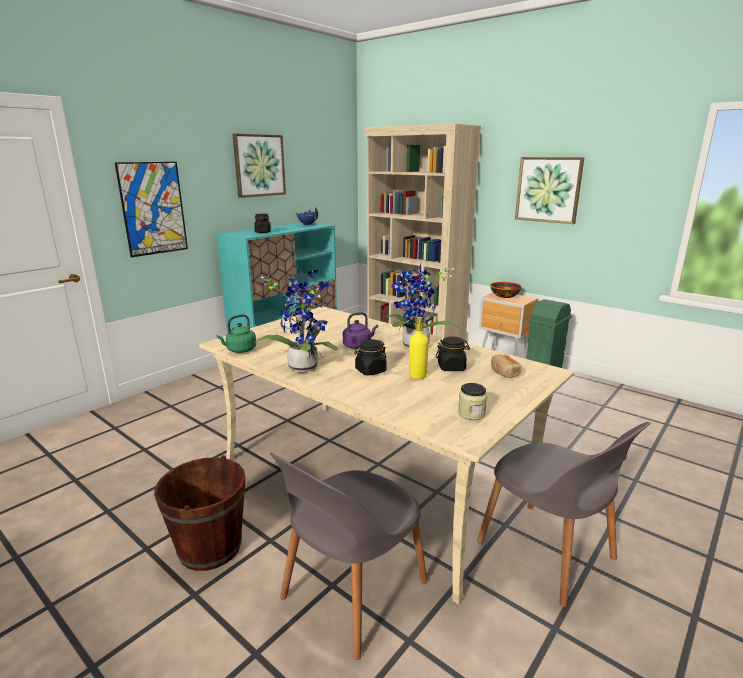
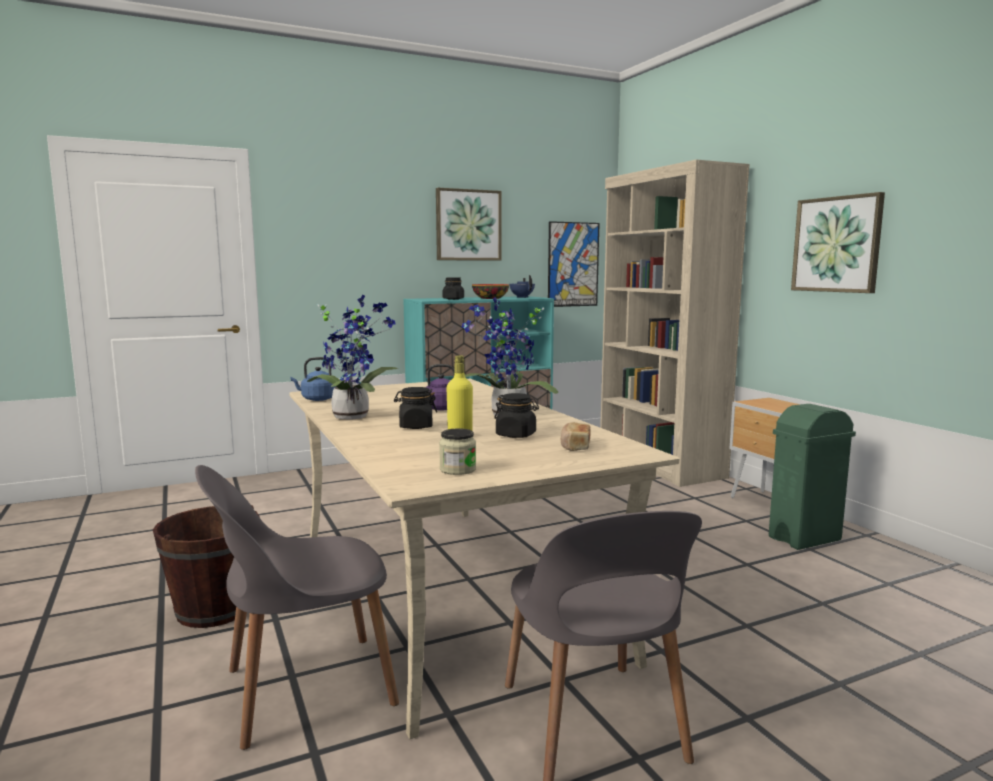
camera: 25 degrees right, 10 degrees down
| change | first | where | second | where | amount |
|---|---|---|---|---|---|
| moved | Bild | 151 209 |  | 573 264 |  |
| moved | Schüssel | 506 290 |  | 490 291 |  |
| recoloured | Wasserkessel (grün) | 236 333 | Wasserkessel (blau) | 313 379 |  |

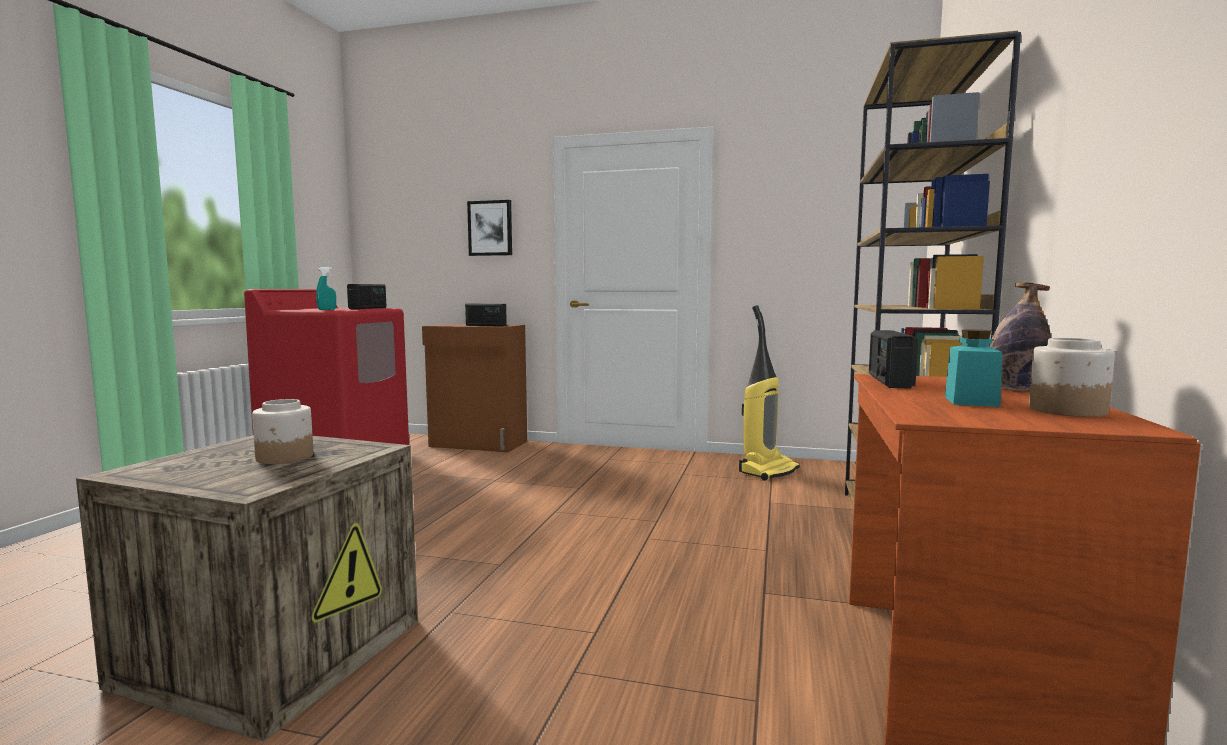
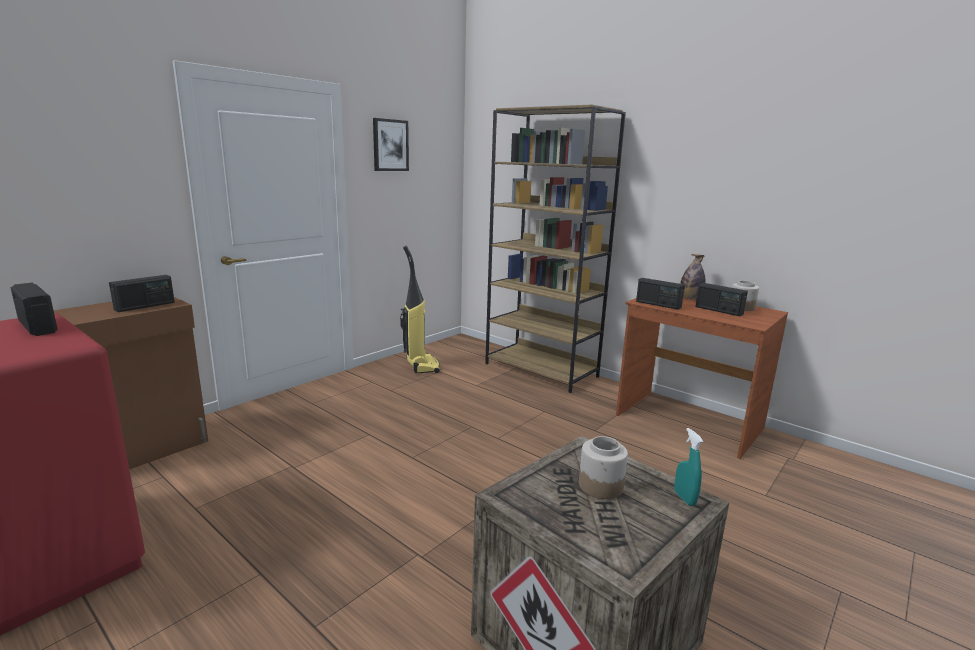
camera: 65 degrees left, 10 degrees up
| change | first | where | second | where | amount |
|---|---|---|---|---|---|
| moved | Bild | 489 228 |  | 391 144 |  |
| moved | Sprühflasche (türkis) | 326 288 |  | 688 467 |  |
| replaced | Vorratsglas (türkis) | 973 368 | Radio | 721 299 |  |

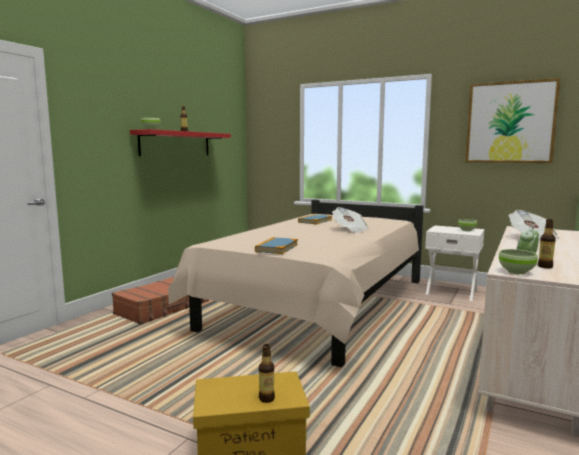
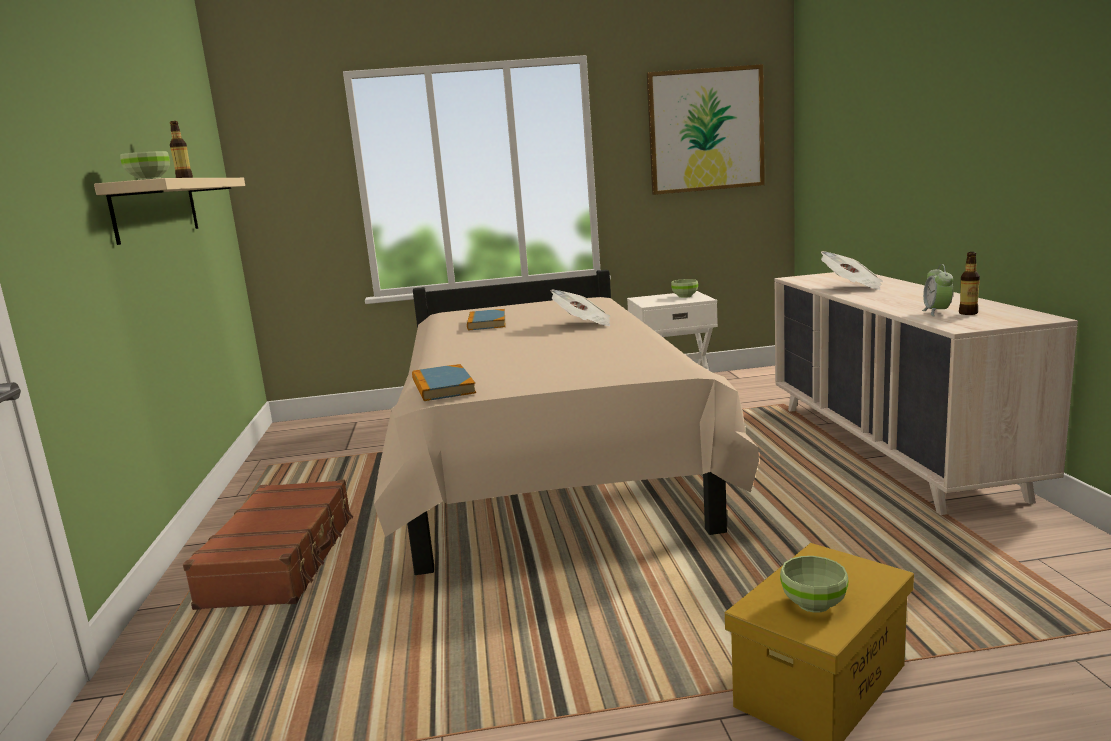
camera: 35 degrees left, 5 degrees up
| change | first | where | second | where | amount |
|---|---|---|---|---|---|
| recoloured | Wandregal (rot) | 180 142 | Wandregal (beige) | 169 211 |  |
| moved | Buch | 276 245 |  | 444 382 |  |
| moved | Schüssel (grün) | 518 262 |  | 814 584 |  |
| removed | Flasche | 267 373 |  |  |  |

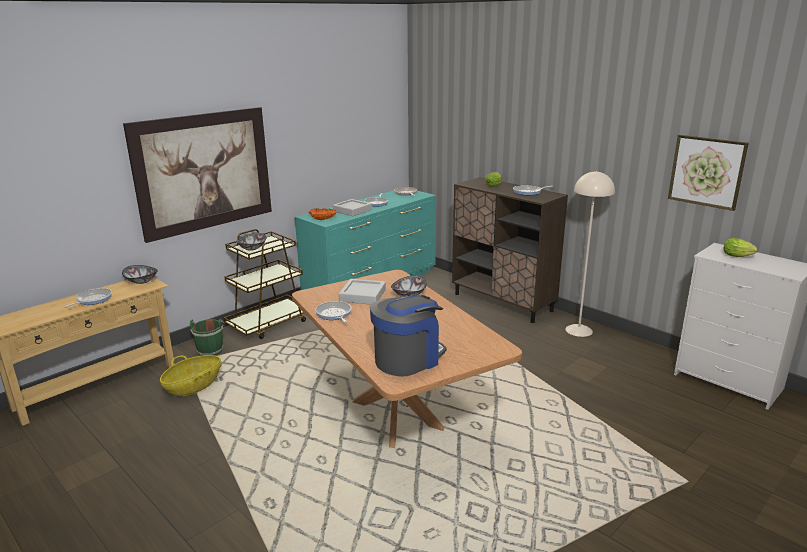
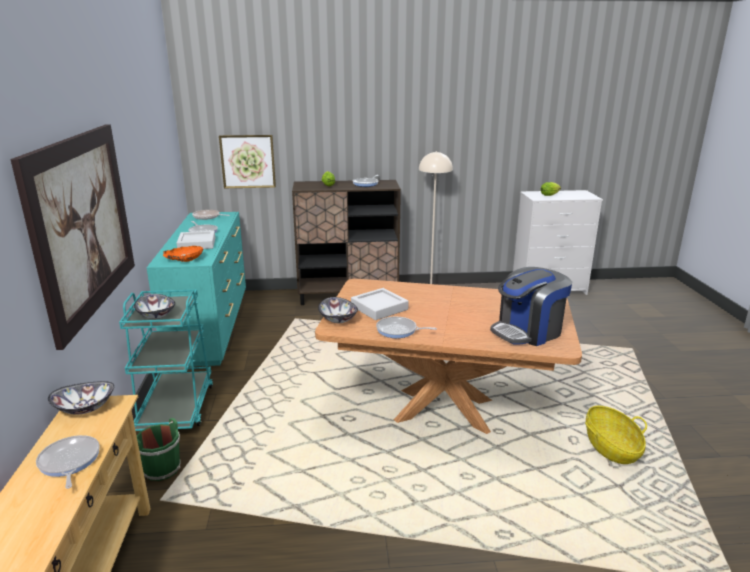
camera: 50 degrees left, 0 degrees up
| change | first | where | second | where | amount |
|---|---|---|---|---|---|
| moved | Bild | 708 173 |  | 247 161 |  |
| recoloured | Rollwagen (braun) | 265 284 | Rollwagen (türkis) | 166 360 |  |
| moved | Schüssel | 409 286 |  | 338 310 |  |
| turned | Kaffeemaschine | 408 336 |  | 531 306 | 120 degrees counterclockwise |
| moved | Korb | 190 375 |  | 616 435 |  |

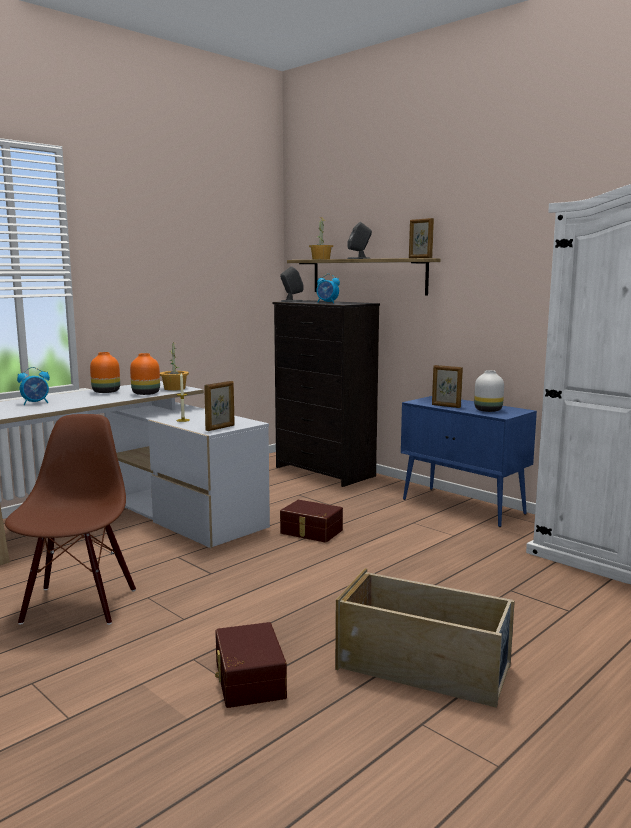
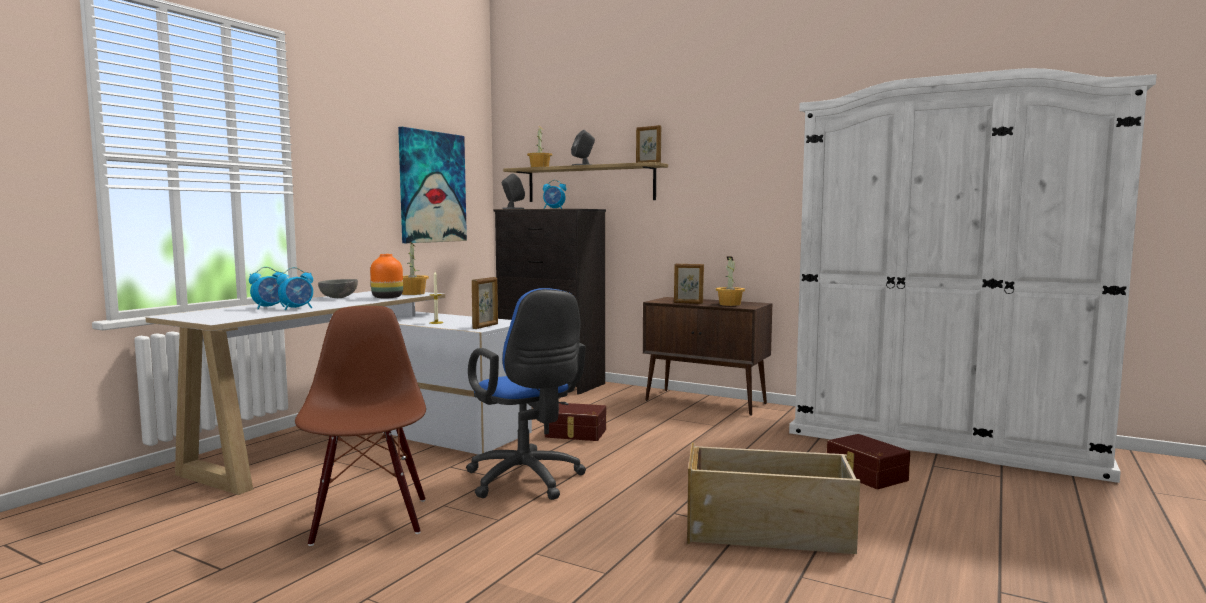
camera: 15 degrees left, 5 degrees down
| change | first | where | second | where | amount |
|---|---|---|---|---|---|
| replaced | Vase (orange) | 105 372 | Schüssel (grau) | 338 288 |  |
| replaced | Vase (weiß) | 489 391 | Topfpflanze | 730 281 |  |
| recoloured | Schrank (blau) | 469 461 | Schrank (braun) | 707 356 |  |
| moved | Aufbewahrungsbox (braun) | 251 665 |  | 868 461 |  |
| added |  |  | Bild | 432 185 |  |
| added |  |  | Wecker | 294 288 |  |
| added |  |  | Bürostuhl (blau) | 526 394 |  |

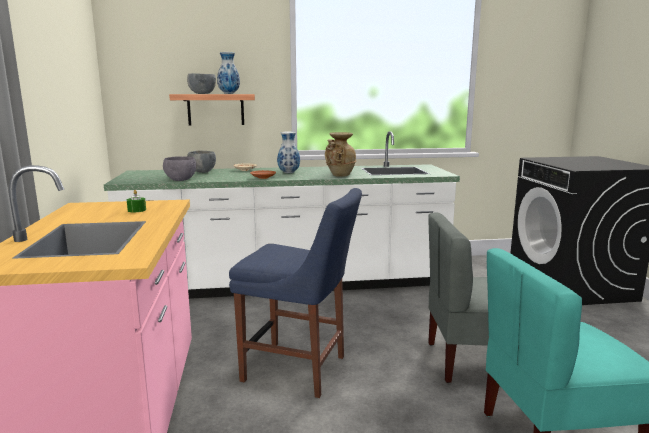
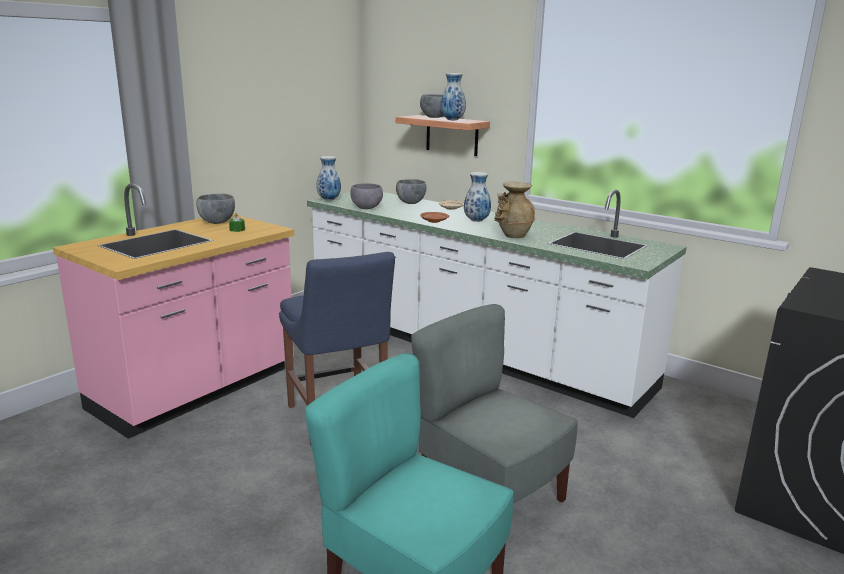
camera: 45 degrees right, 5 degrees up
| change | first | where | second | where | amount |
|---|---|---|---|---|---|
| added |  |  | Vase | 328 178 |  |
| added |  |  | Schüssel (grau) | 215 209 |  |

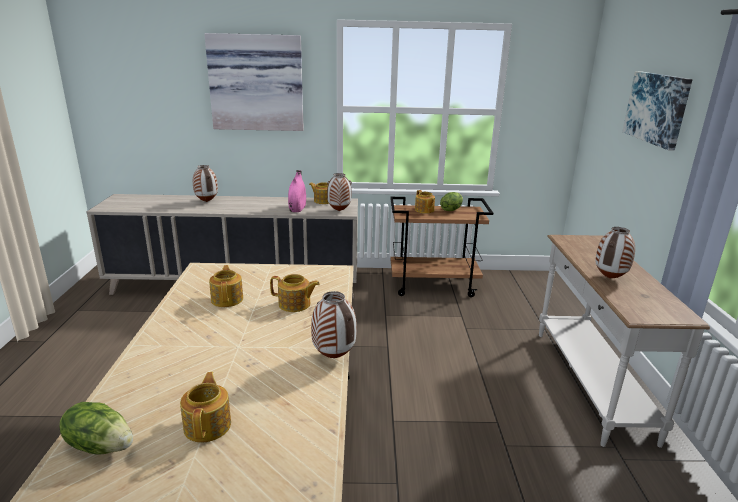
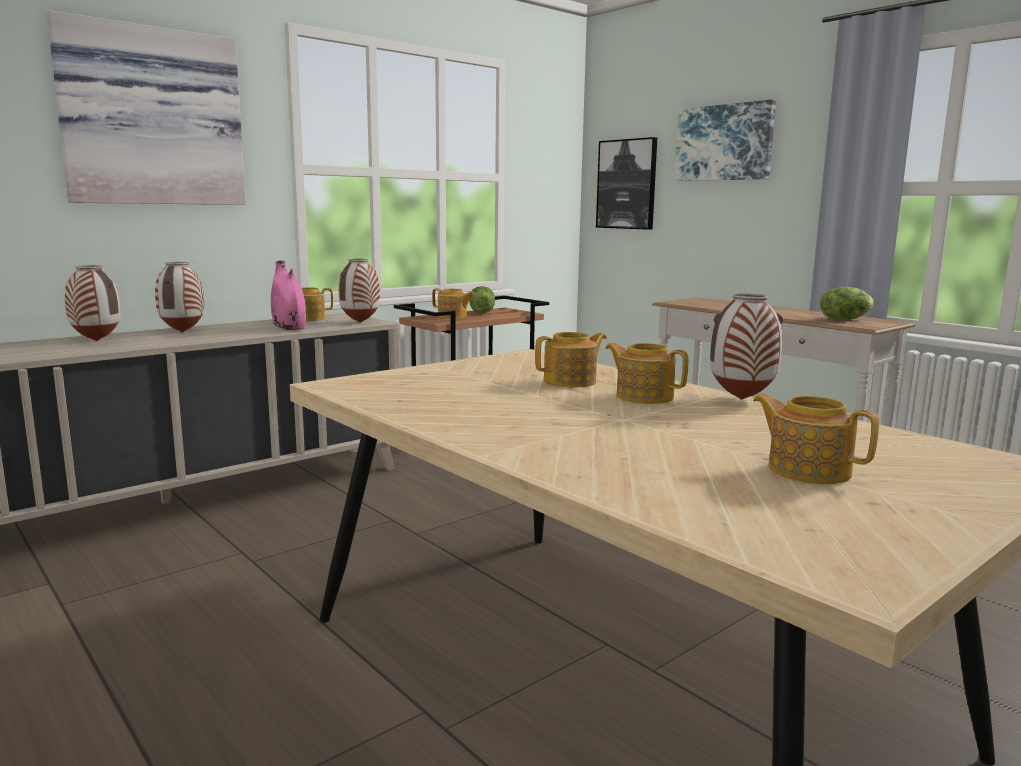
camera: 40 degrees left, 10 degrees down
| change | first | where | second | where | amount |
|---|---|---|---|---|---|
| moved | Vase | 615 253 |  | 179 297 |  |
| moved | Teekanne | 226 286 |  | 647 373 |  |
| moved | Salatkopf | 96 428 |  | 847 303 |  |
| added |  |  | Bild | 626 183 |  |

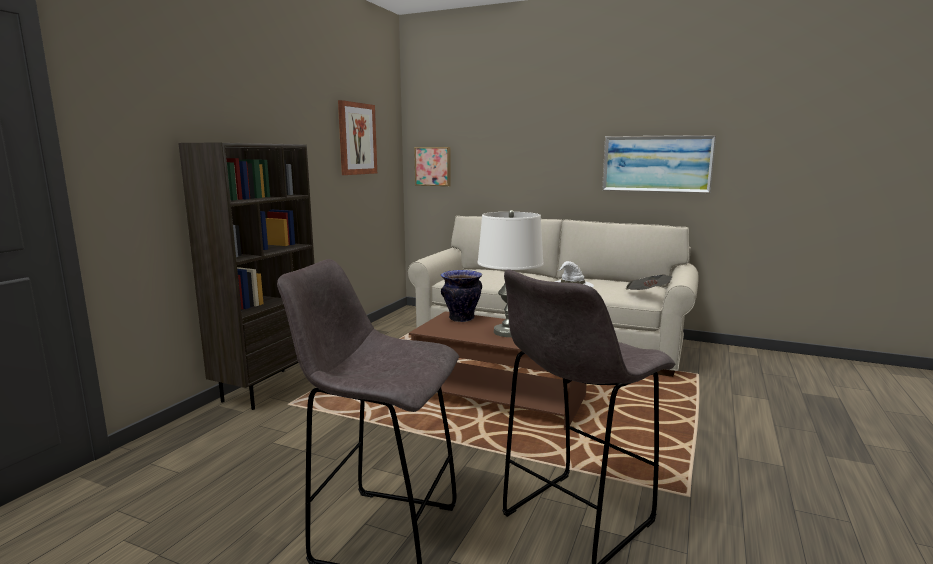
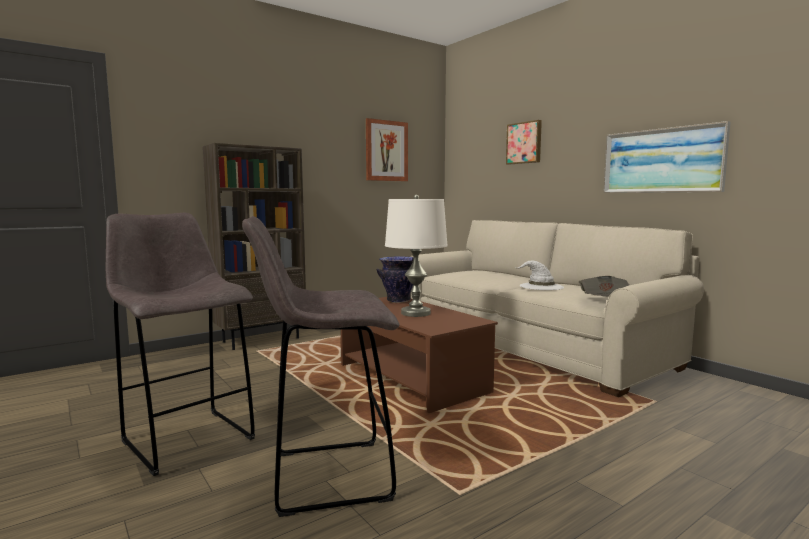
camera: 30 degrees right, 5 degrees down
| change | first | where | second | where | amount |
|---|---|---|---|---|---|
| moved | Bild | 432 166 |  | 524 142 |  |

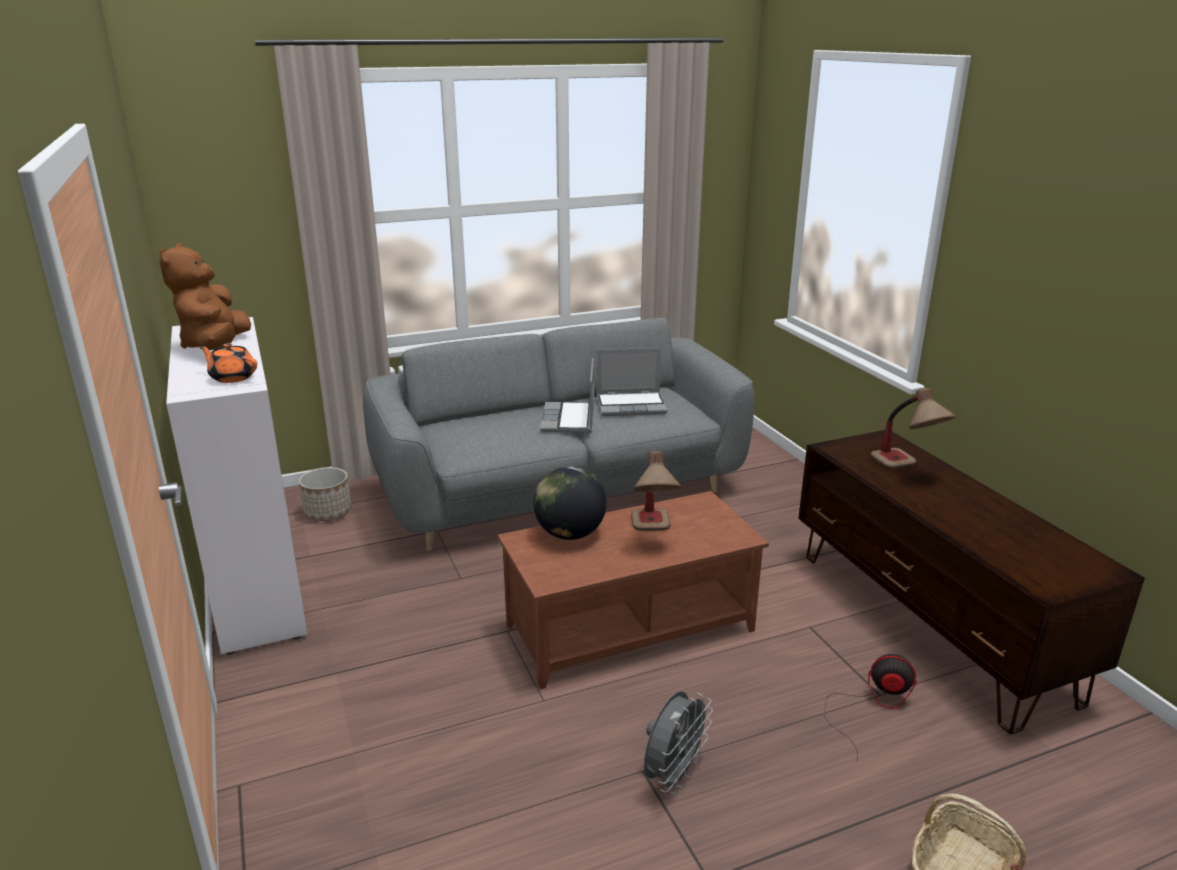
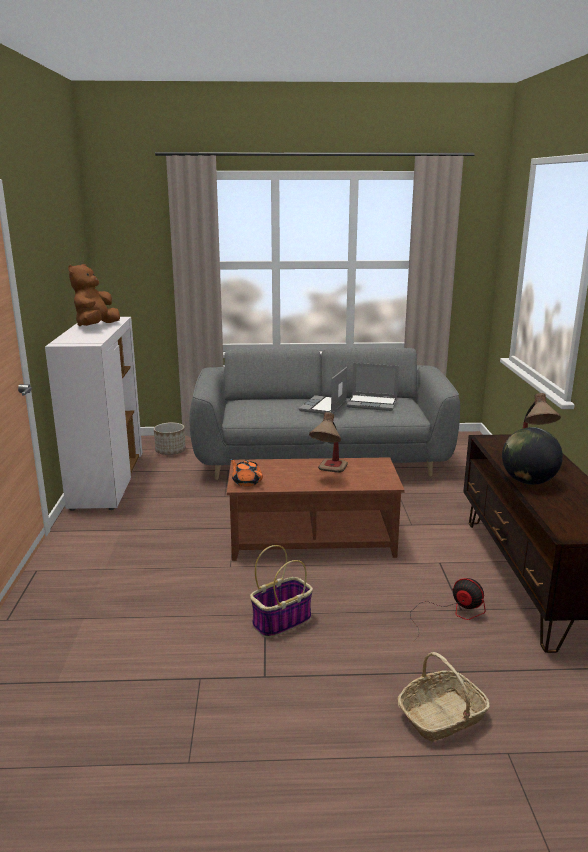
camera: 20 degrees right, 5 degrees down
| change | first | where | second | where | amount |
|---|---|---|---|---|---|
| moved | Teekanne (orange) | 228 363 |  | 246 472 |  |
| moved | Globus | 570 503 |  | 532 456 |  |
| replaced | Ventilator (grau) | 678 742 | Korb | 281 591 |  |

